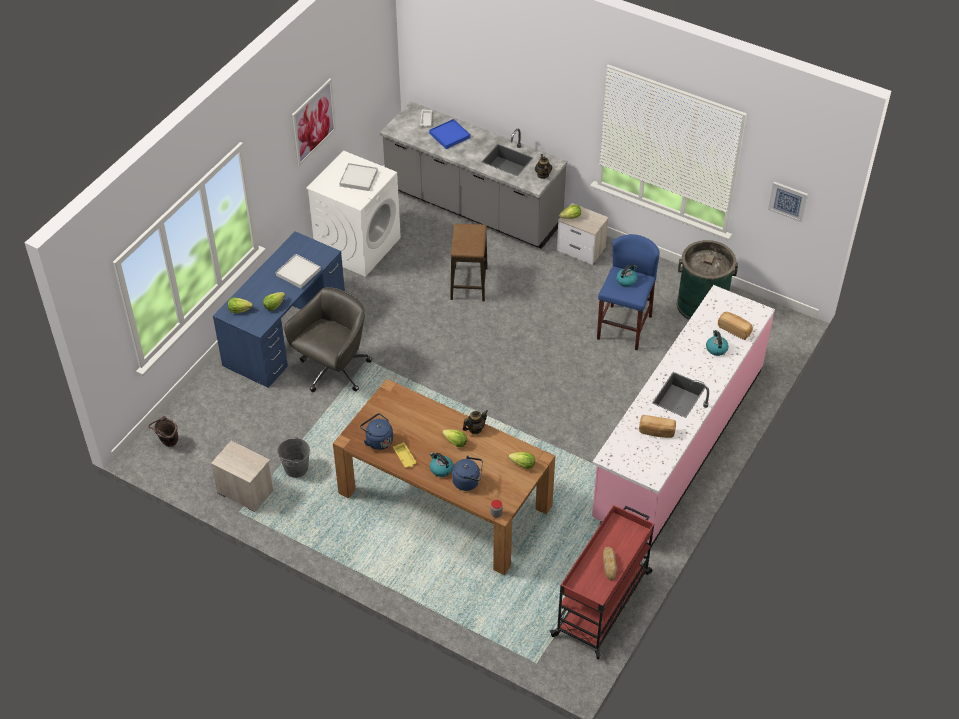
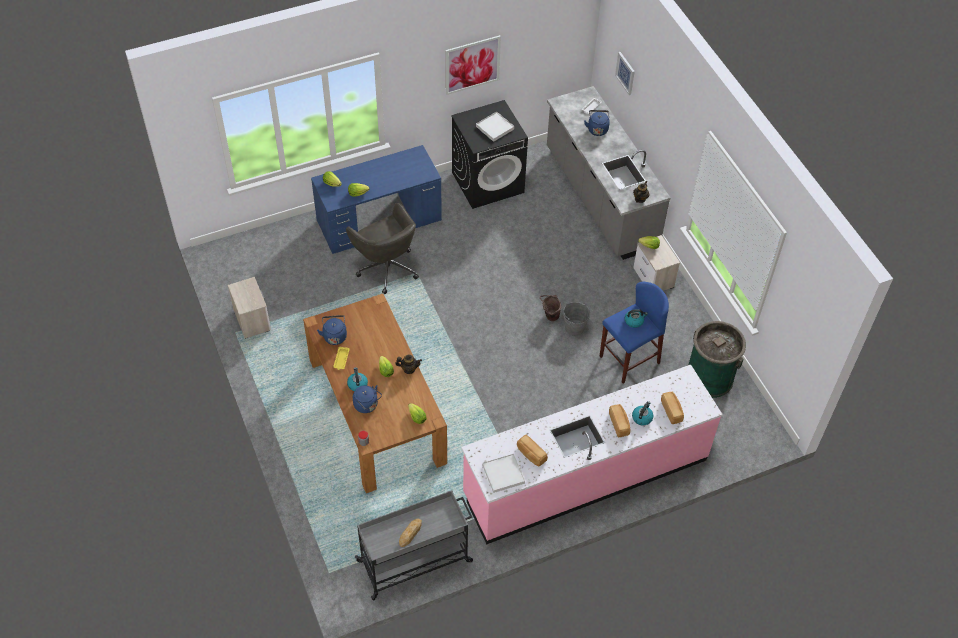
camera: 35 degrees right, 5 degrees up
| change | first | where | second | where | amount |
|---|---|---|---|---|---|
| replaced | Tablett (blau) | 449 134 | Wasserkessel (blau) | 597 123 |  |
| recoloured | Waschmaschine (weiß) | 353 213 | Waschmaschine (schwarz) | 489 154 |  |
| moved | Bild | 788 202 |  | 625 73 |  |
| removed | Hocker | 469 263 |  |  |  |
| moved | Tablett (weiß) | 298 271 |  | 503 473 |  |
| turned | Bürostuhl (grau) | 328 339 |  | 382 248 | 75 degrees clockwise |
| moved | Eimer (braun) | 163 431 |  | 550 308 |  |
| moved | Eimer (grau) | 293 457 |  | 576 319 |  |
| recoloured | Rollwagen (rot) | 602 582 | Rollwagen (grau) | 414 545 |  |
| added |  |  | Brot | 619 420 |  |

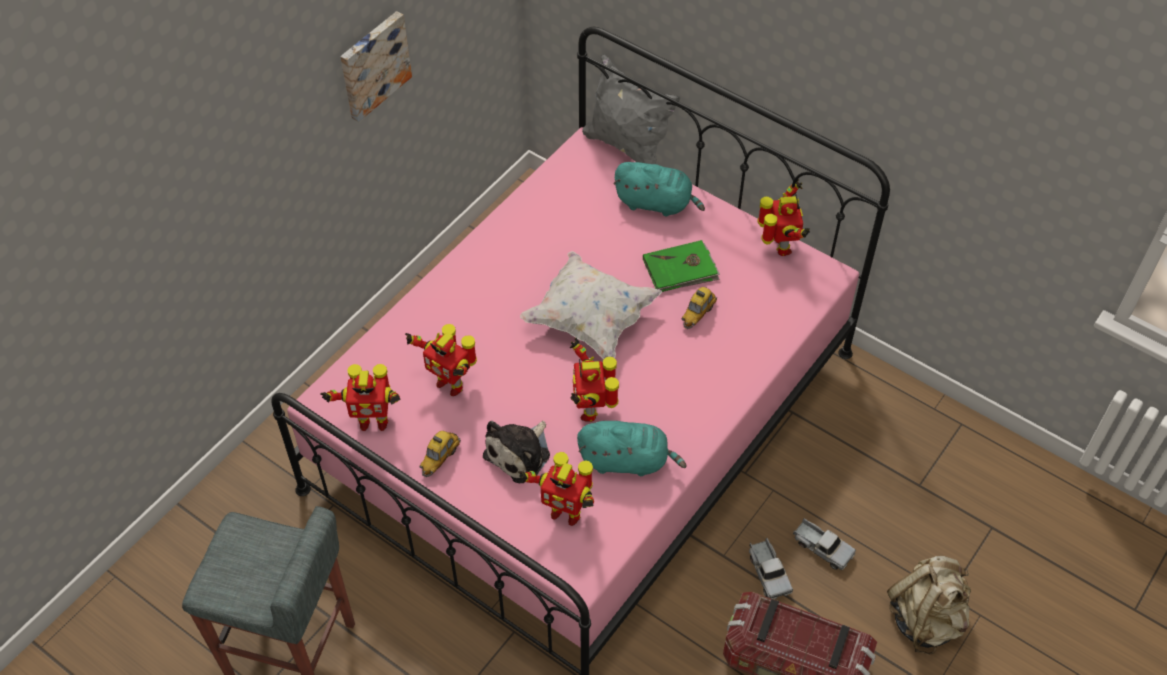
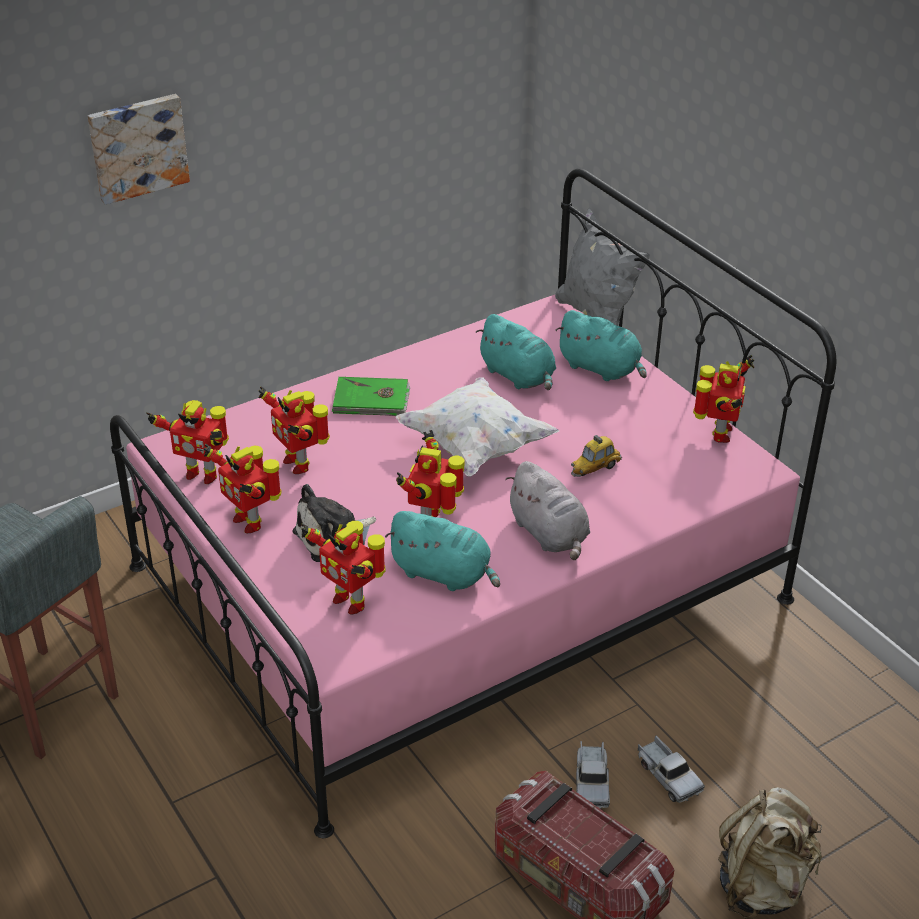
camera: 20 degrees right, 15 degrees down
| change | first | where | second | where | amount |
|---|---|---|---|---|---|
| moved | Bild | 376 66 |  | 139 149 |  |
| moved | Buch (grün) | 681 266 |  | 371 396 |  |
| replaced | Spielzeugauto | 440 454 | Spielzeugroboter | 242 489 |  |
| added |  |  | Plüschtier (türkis) | 516 352 |  |
| added |  |  | Plüschtier (grau) | 548 510 |  |

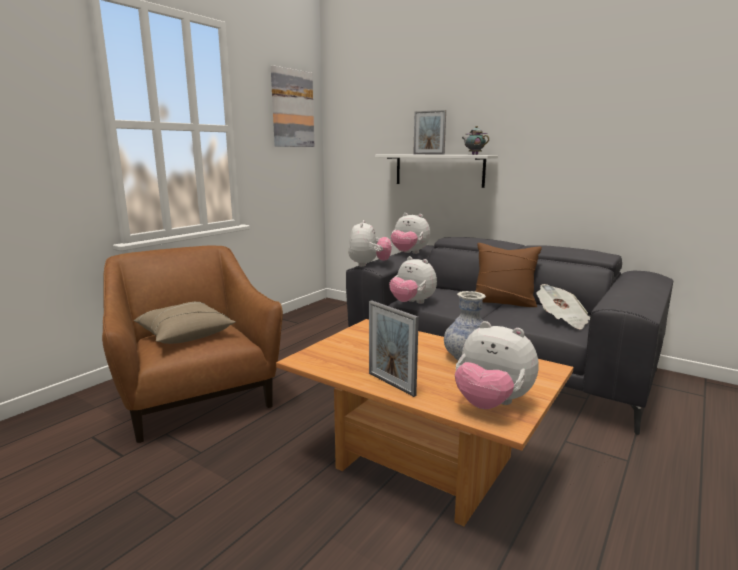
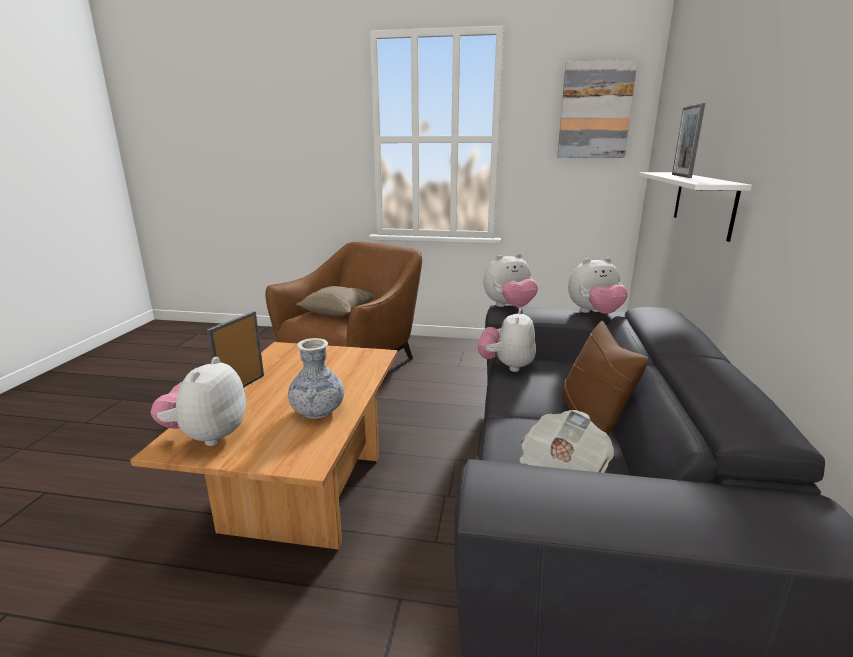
camera: 65 degrees right, 5 degrees up
| change | first | where | second | where | amount |
|---|---|---|---|---|---|
| removed | Teekanne | 475 140 |  |  |  |
| turned | Plüschtier | 410 233 |  | 598 285 | 105 degrees counterclockwise |

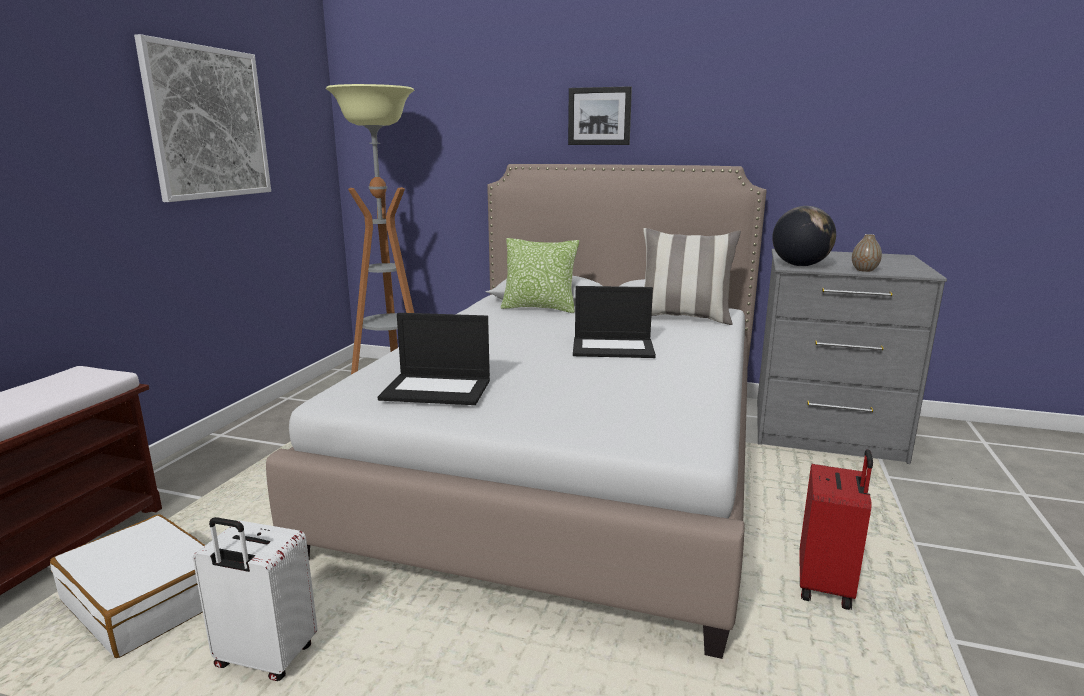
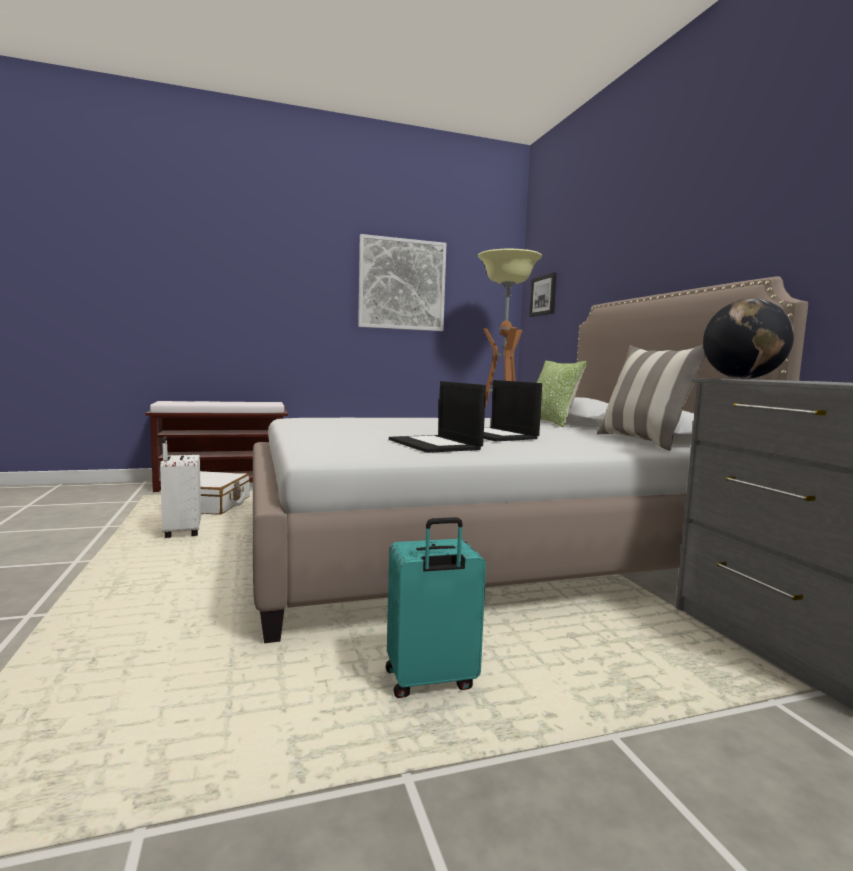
camera: 55 degrees right, 10 degrees down
| change | first | where | second | where | amount |
|---|---|---|---|---|---|
| moved | Bild | 600 115 |  | 543 294 |  |
| removed | Vase | 867 253 |  |  |  |
| moved | Laptop | 434 359 |  | 437 417 |  |
| recoloured | Koffer (rot) | 836 529 | Koffer (türkis) | 436 607 |  |

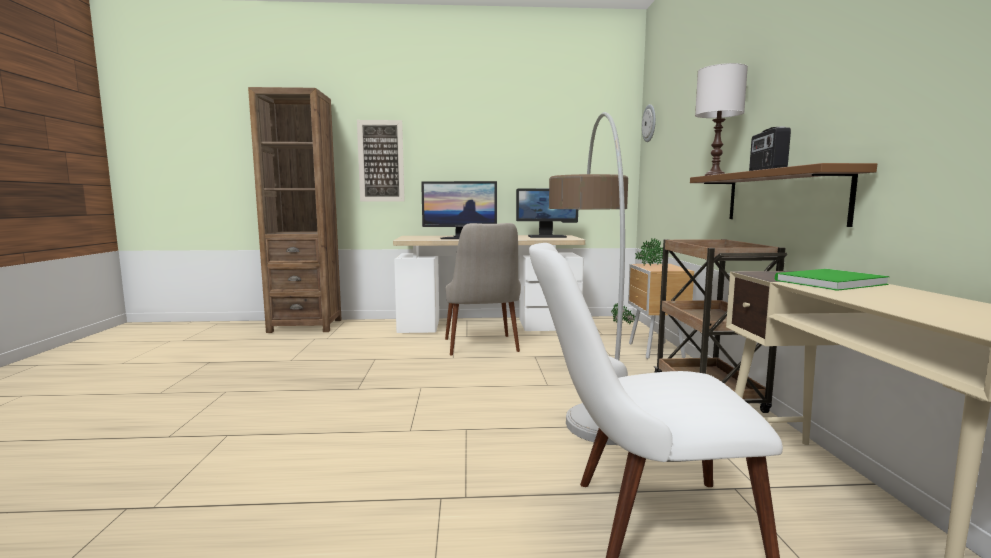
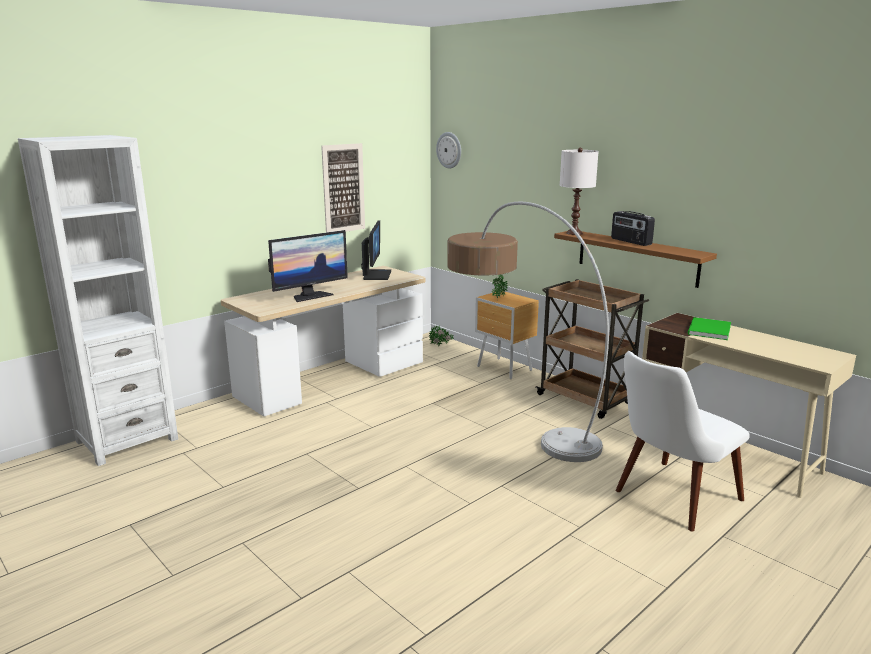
camera: 40 degrees left, 10 degrees up
| change | first | where | second | where | amount |
|---|---|---|---|---|---|
| recoloured | Bücherregal (braun) | 295 210 | Bücherregal (weiß) | 98 300 |  |
| moved | Bild | 381 160 |  | 343 188 |  |
| turned | Monitor | 547 213 |  | 376 250 | 45 degrees counterclockwise |
| removed | Stuhl (beige) | 483 289 |  |  |  |

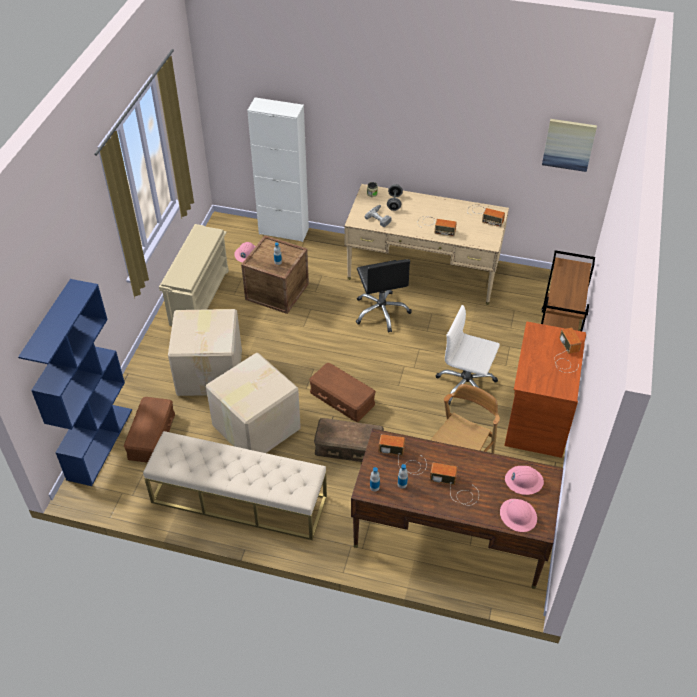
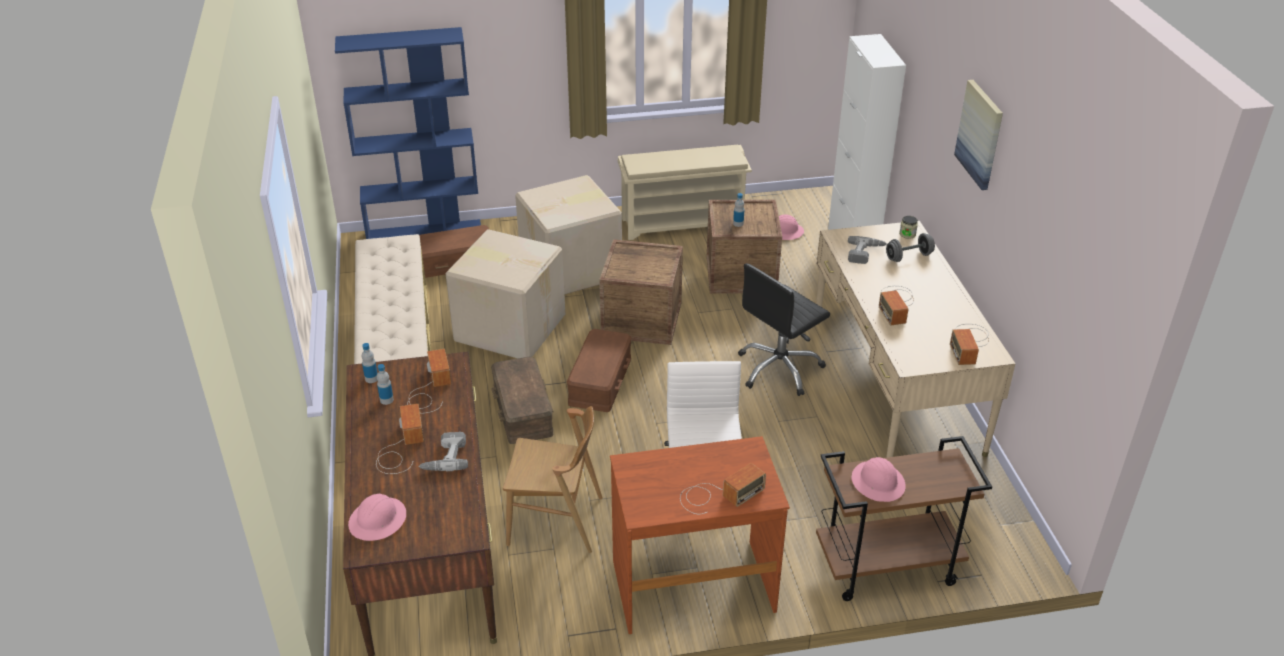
camera: 65 degrees right, 10 degrees down
| change | first | where | second | where | amount |
|---|---|---|---|---|---|
| moved | Bild | 569 145 |  | 978 135 |  |
| moved | Schutzhelm (rosa) | 524 480 |  | 878 479 |  |
| added |  |  | Kiste | 641 292 |  |
| added |  |  | Bohrmaschine | 443 451 |  |

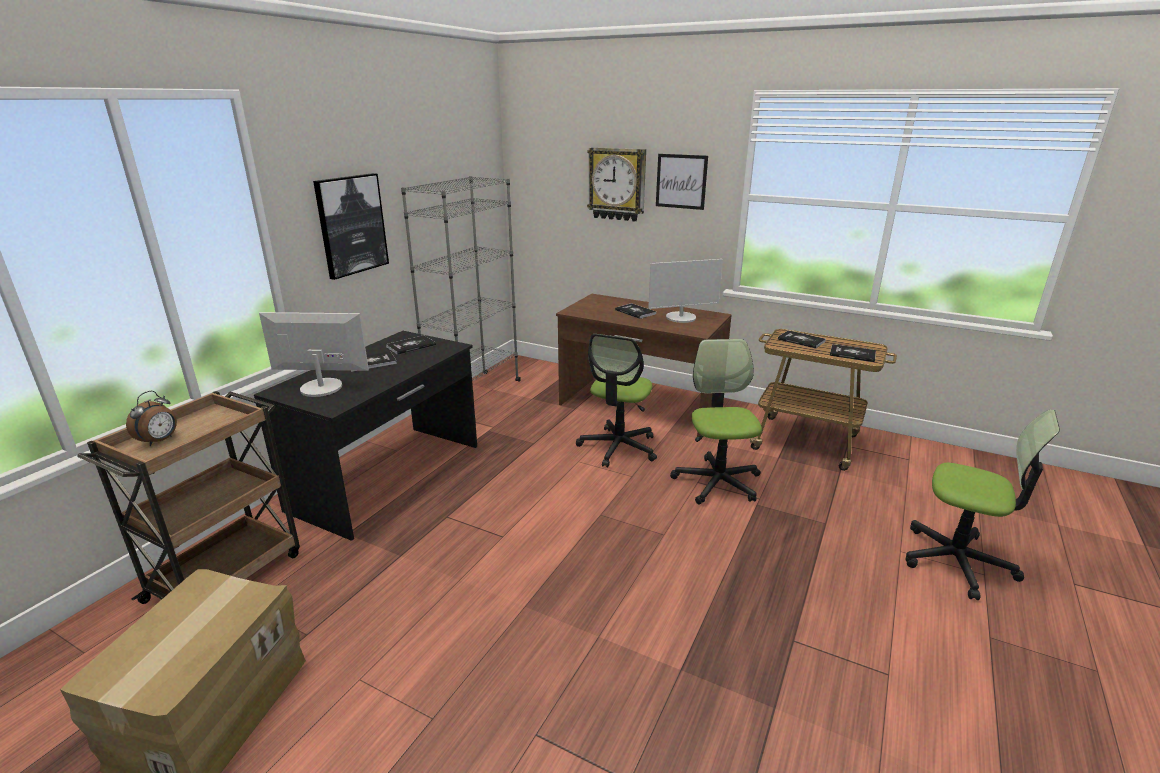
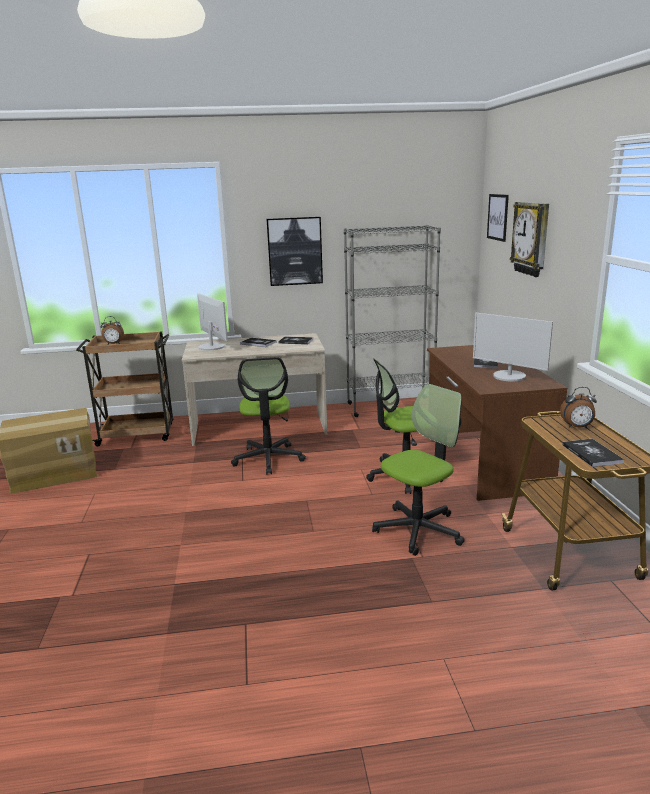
camera: 55 degrees right, 5 degrees down
| change | first | where | second | where | amount |
|---|---|---|---|---|---|
| moved | Bild | 682 182 |  | 498 218 |  |
| replaced | Buch | 802 339 | Wecker | 578 407 |  |
| recoloured | Schreibtisch (schwarz) | 365 436 | Schreibtisch (beige) | 254 389 |  |
| moved | Bürostuhl | 982 504 |  | 268 416 |  |

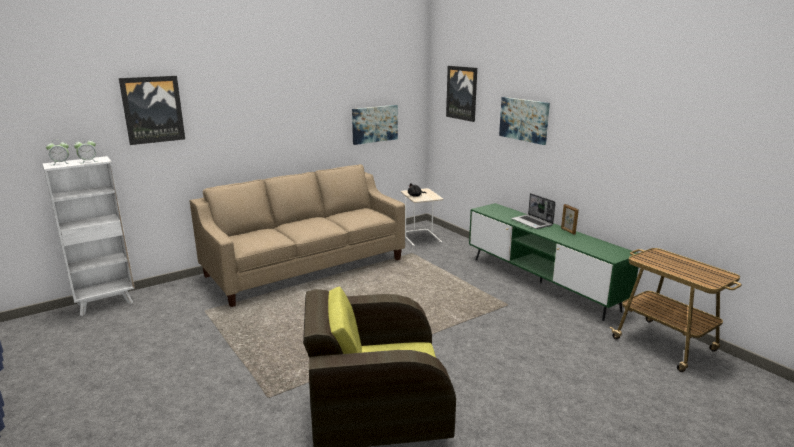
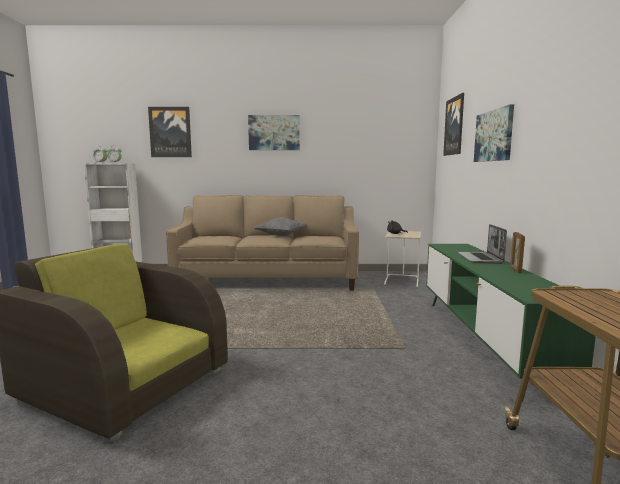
camera: 35 degrees right, 10 degrees down
| change | first | where | second | where | amount |
|---|---|---|---|---|---|
| moved | Bild | 375 125 |  | 274 132 |  |
| added |  |  | Kissen (grau) | 280 226 |  |

